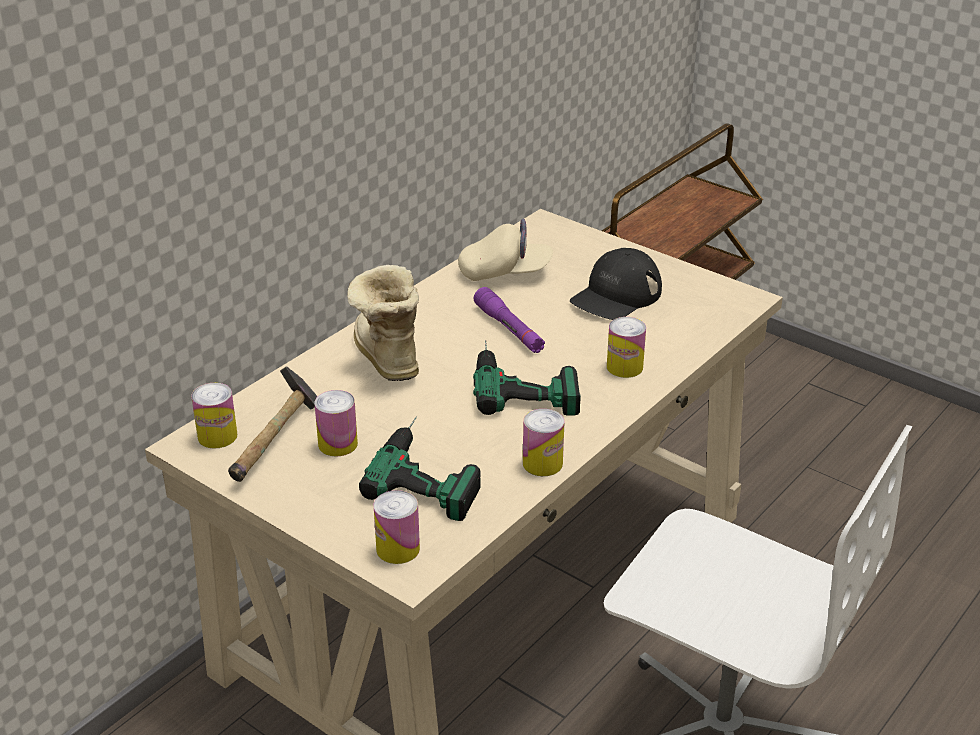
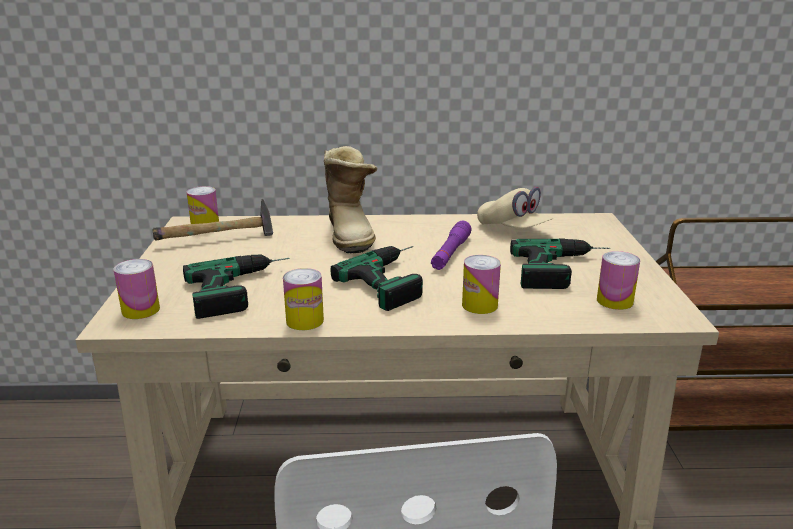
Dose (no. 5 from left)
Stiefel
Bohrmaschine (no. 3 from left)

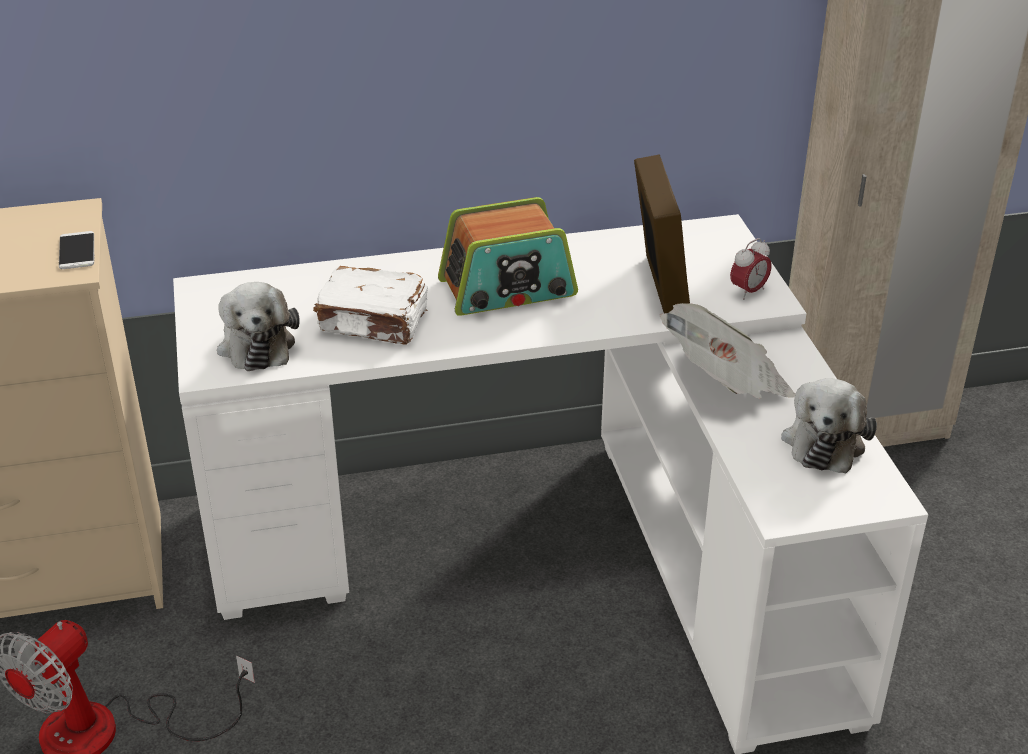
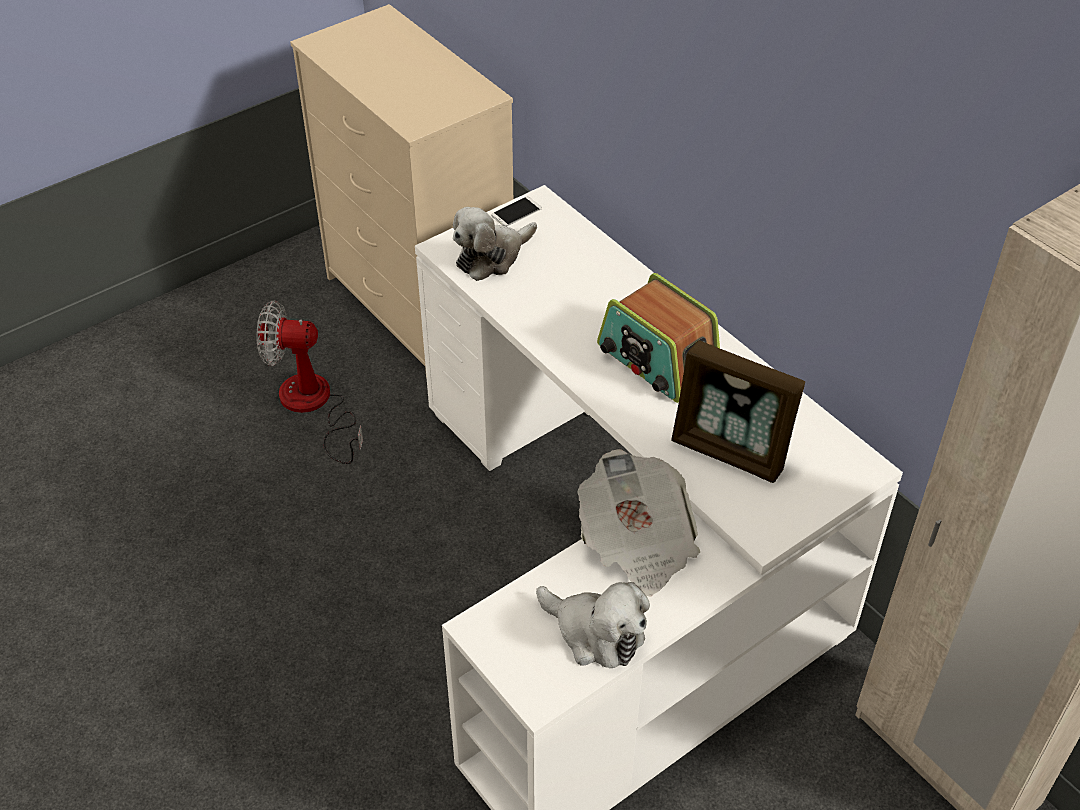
Handy
Buch/weiß
Bilderrahmen
Wecker
Plüschtier (no. 2 from left)

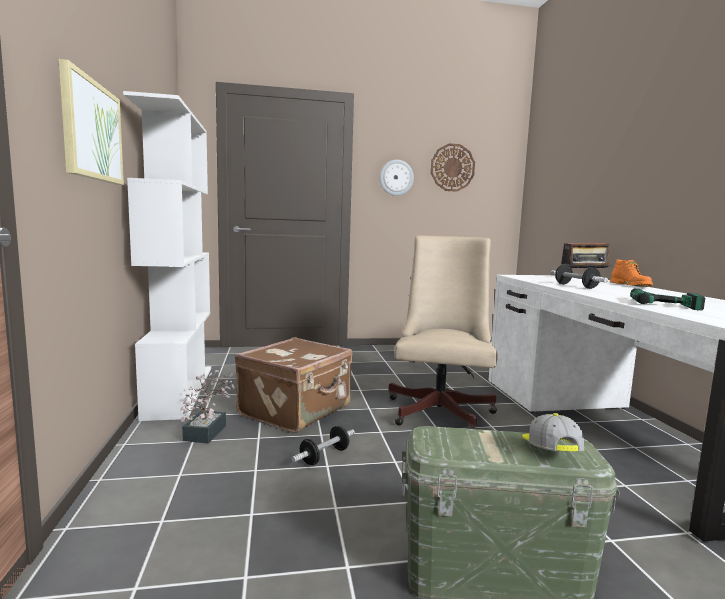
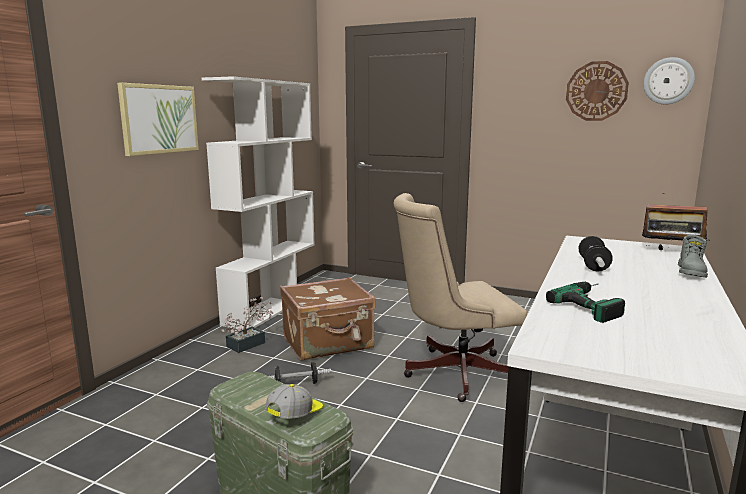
Wanduhr (no. 2 from left)
Bürostuhl/beige
Stiefel/grau

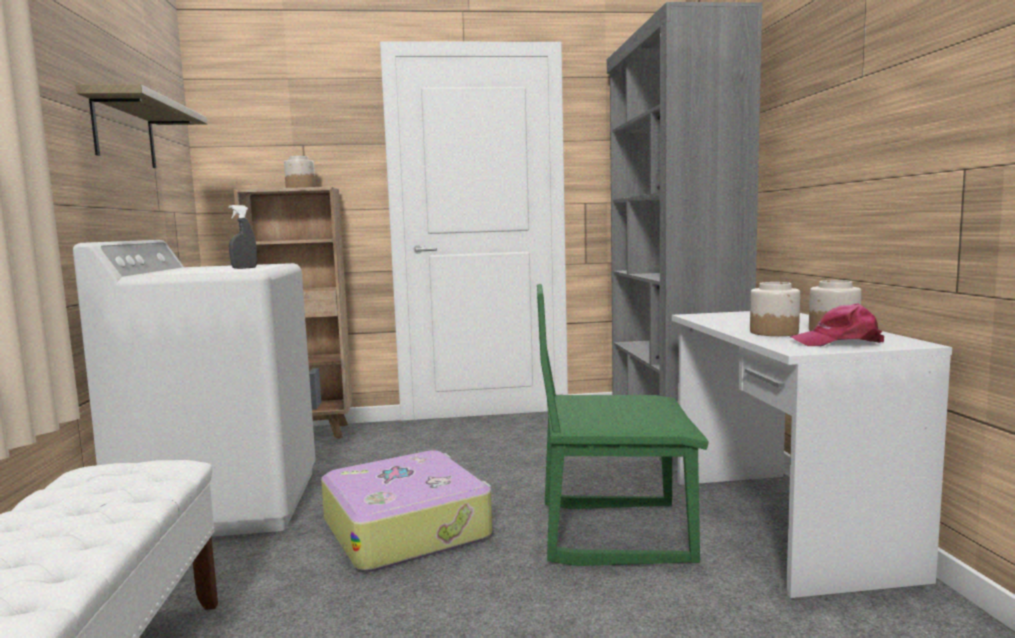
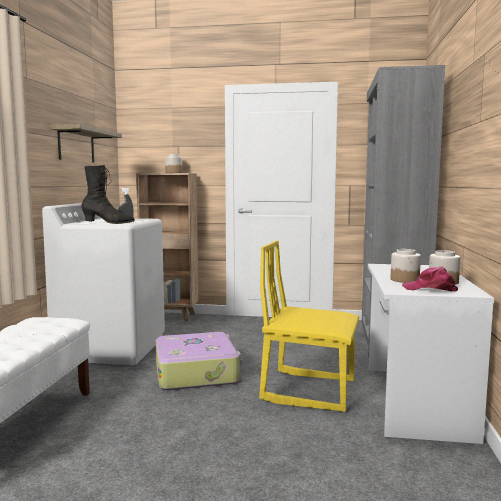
Stuhl/gelb
Stiefel/schwarz

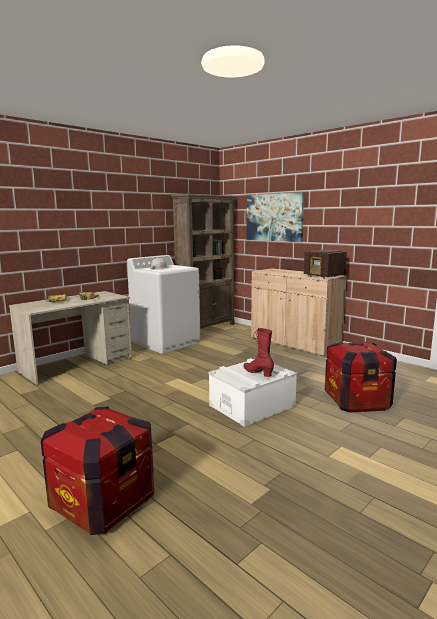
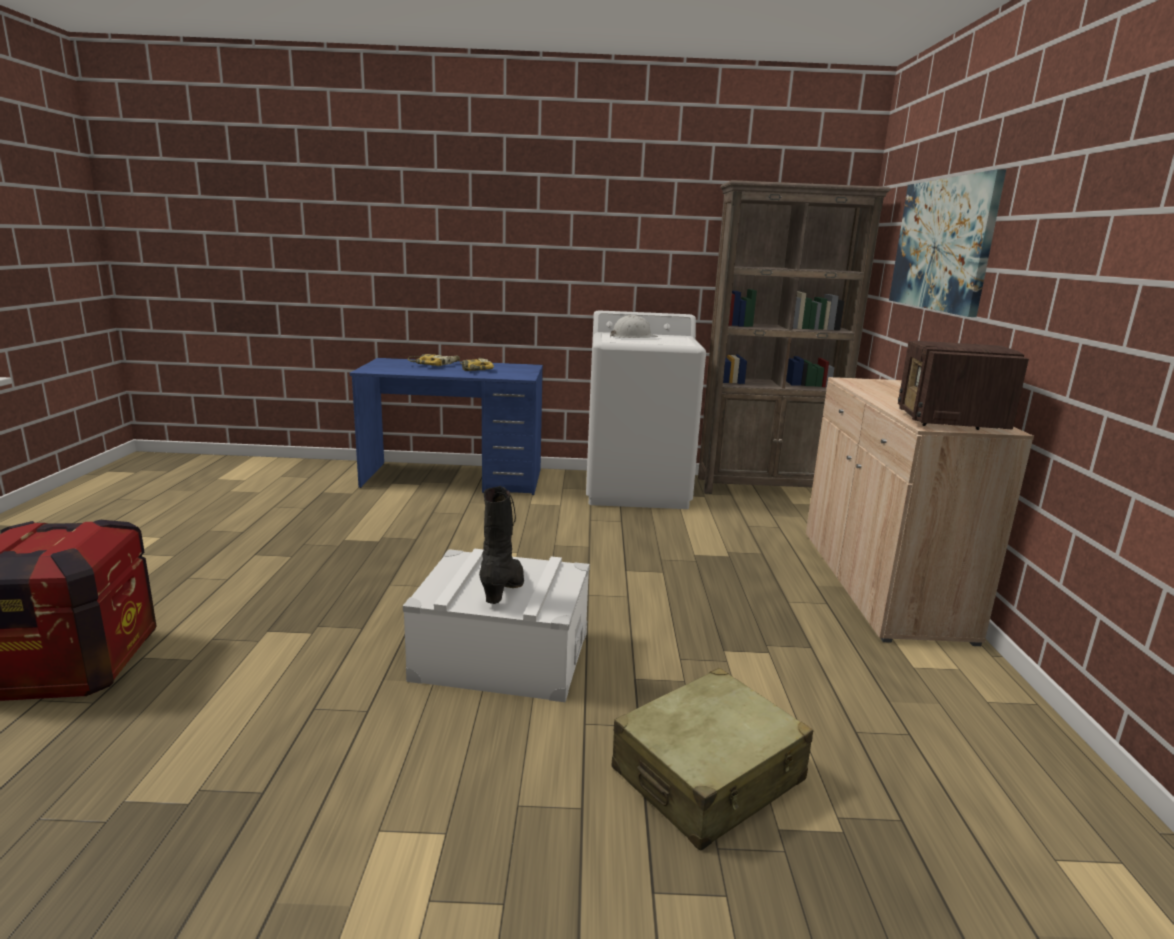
Schreibtisch/blau
Stiefel/schwarz
Koffer/beige

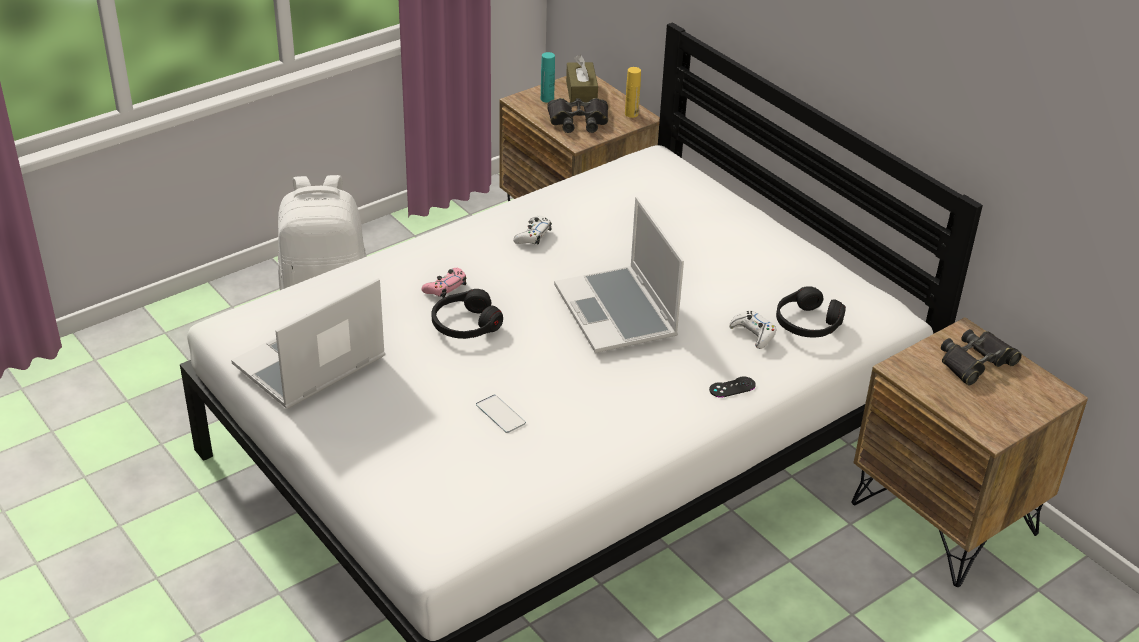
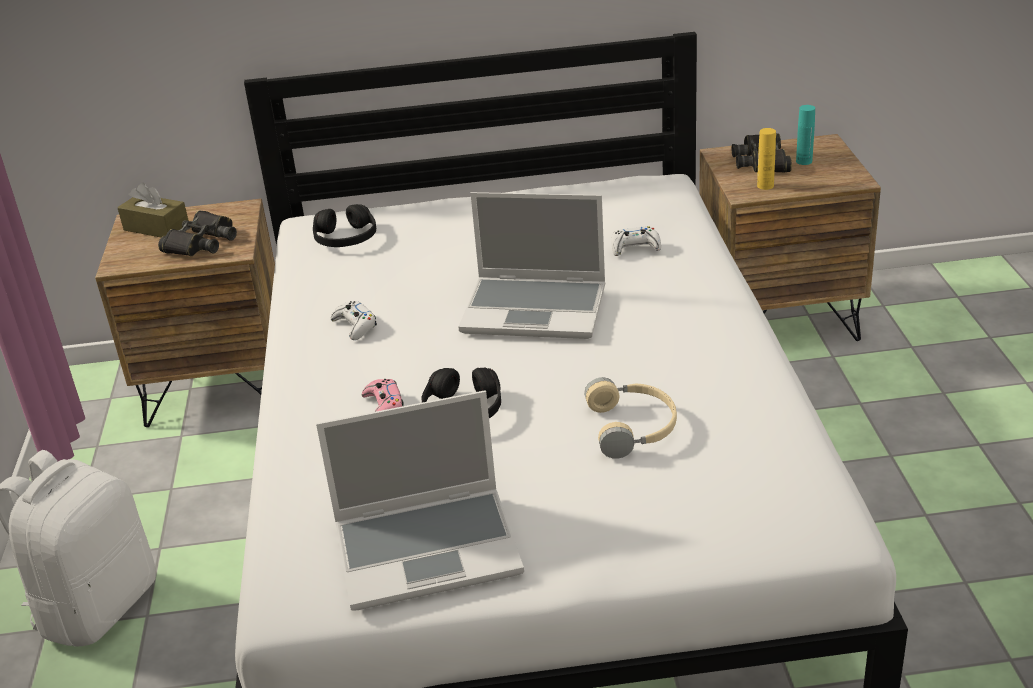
Laptop (no. 1 from left)
Kopfhörer/beige
Flasche/türkis
Flasche/gelb
Gamepad/schwarz
Kopfhörer/schwarz (no. 1 from left)

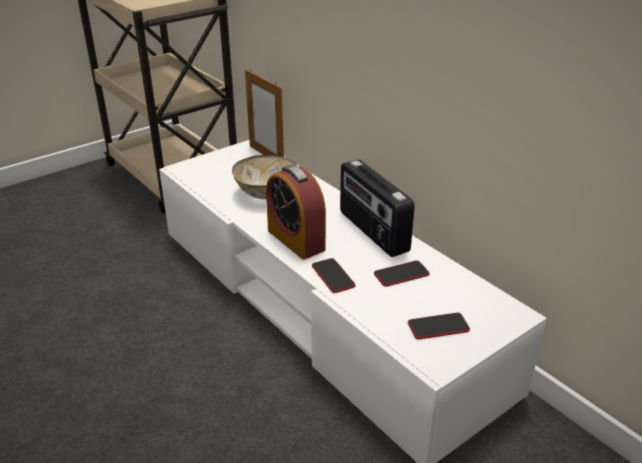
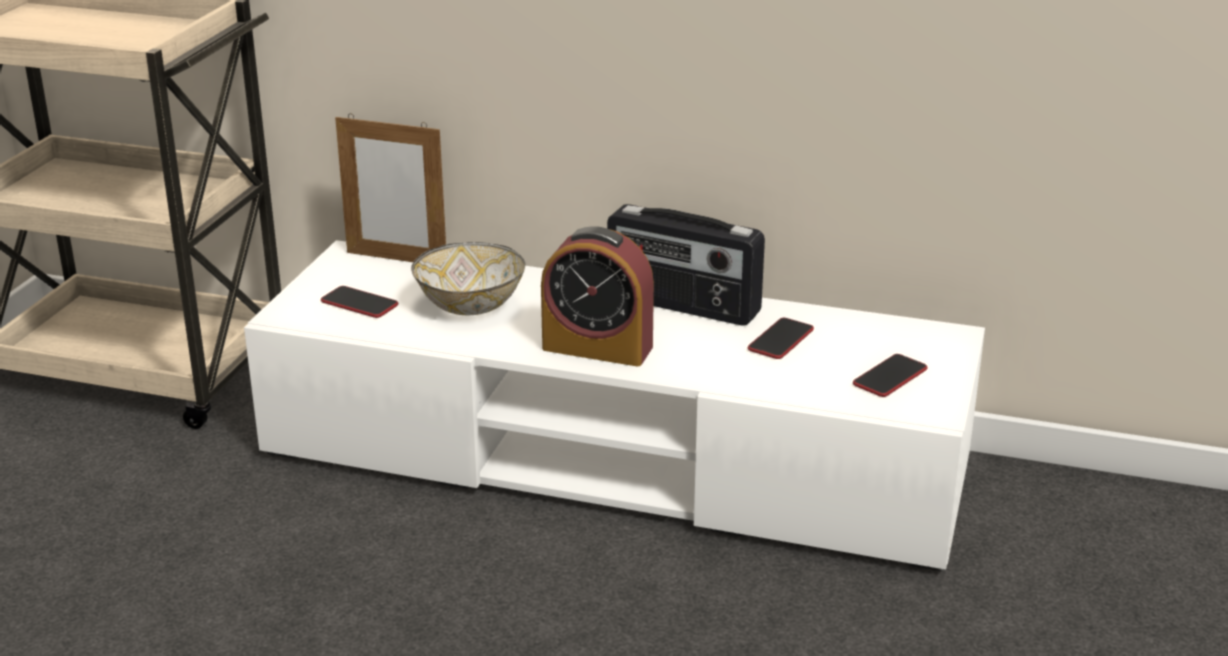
Handy (no. 1 from left)

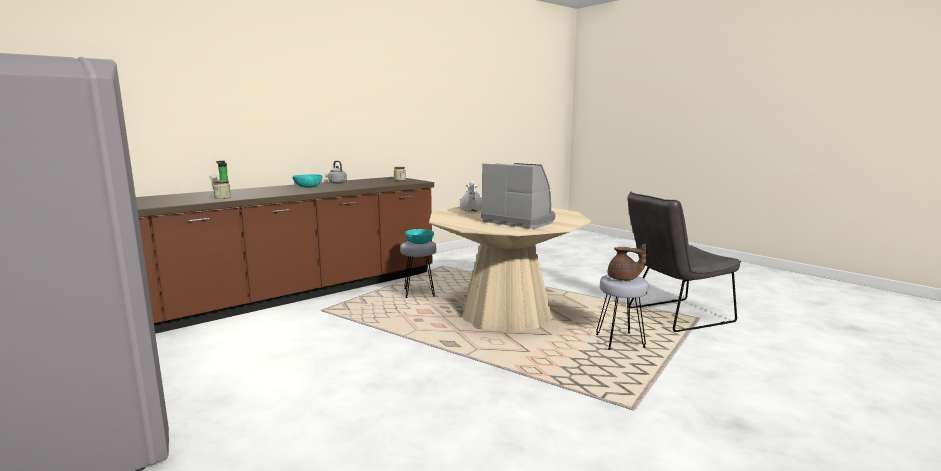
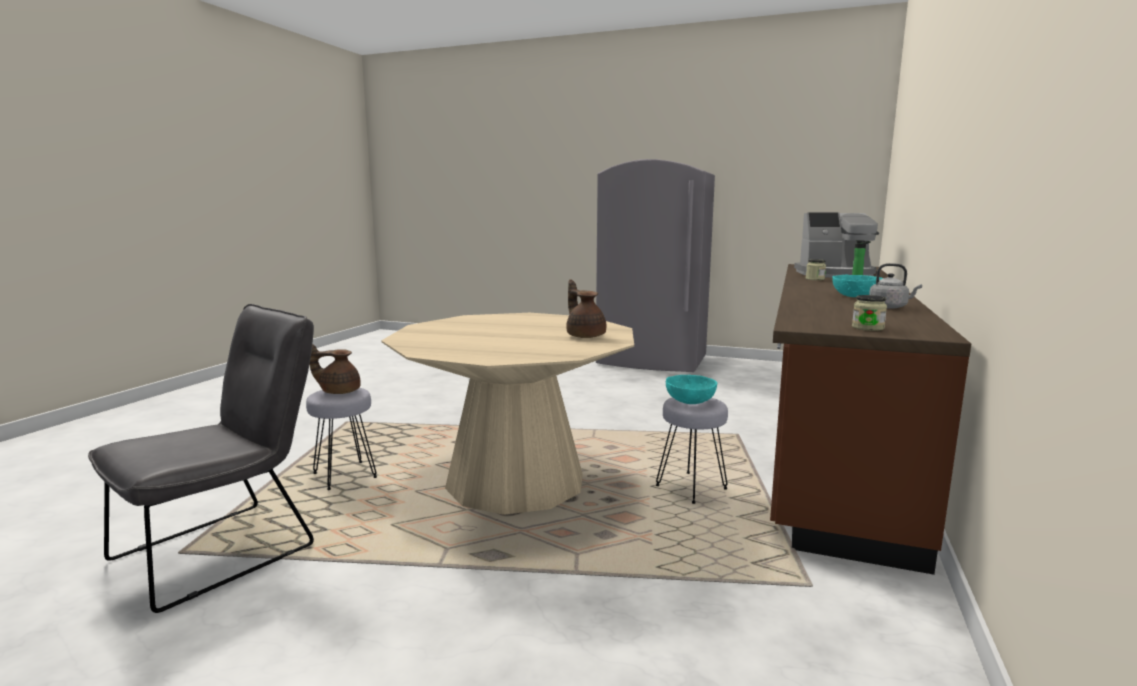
Teekanne/braun (no. 2 from left)
Kaffeemaschine

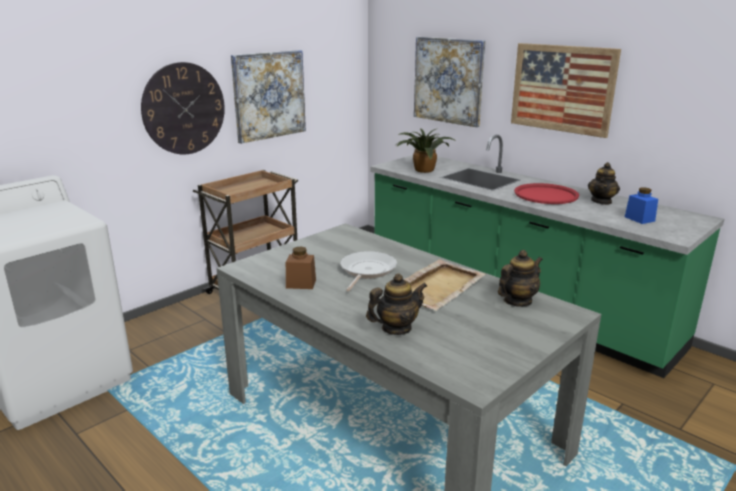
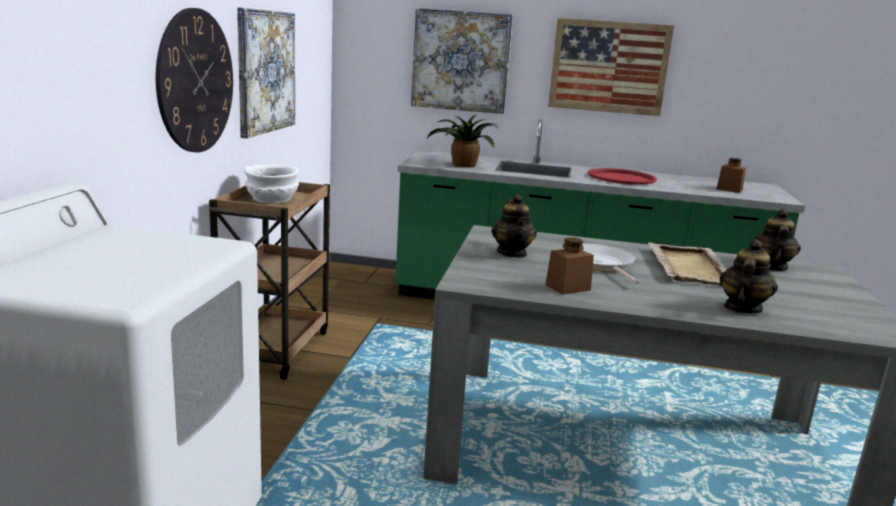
Teekanne (no. 1 from left)
Vorratsglas/braun (no. 2 from left)
Schüssel/weiß

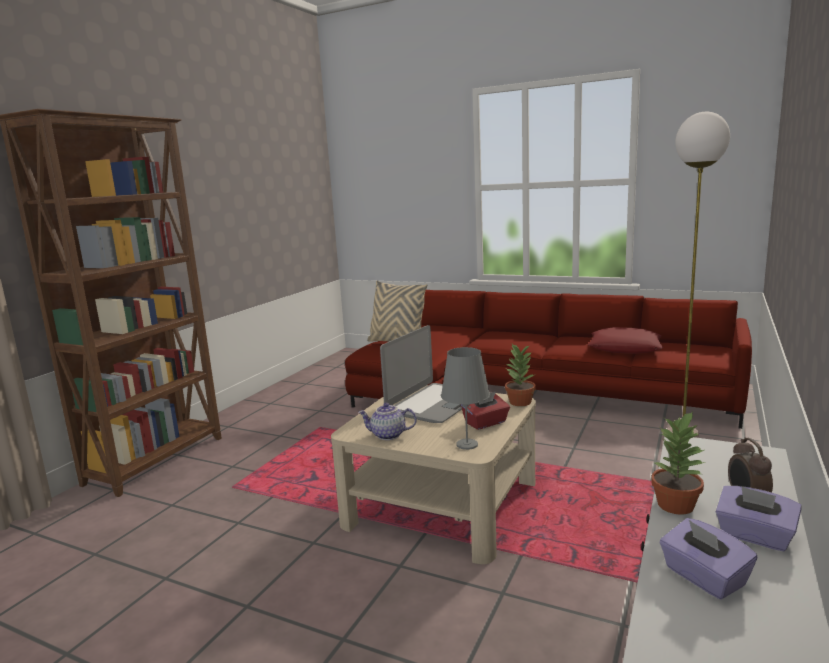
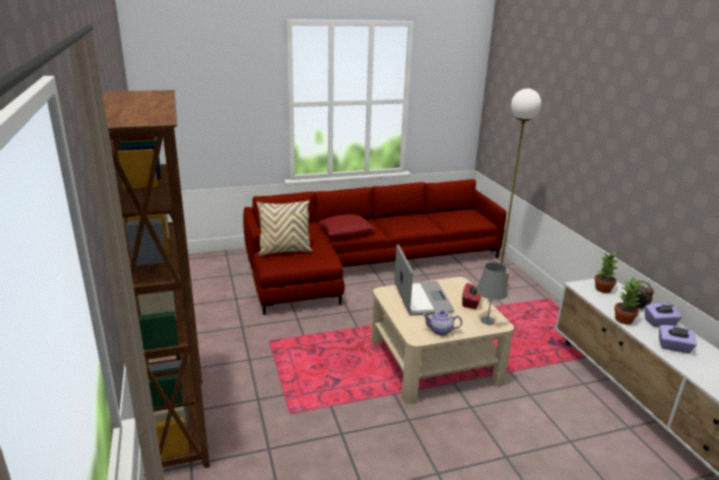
Teekanne
Topfpflanze (no. 1 from left)
Kissen/rot

